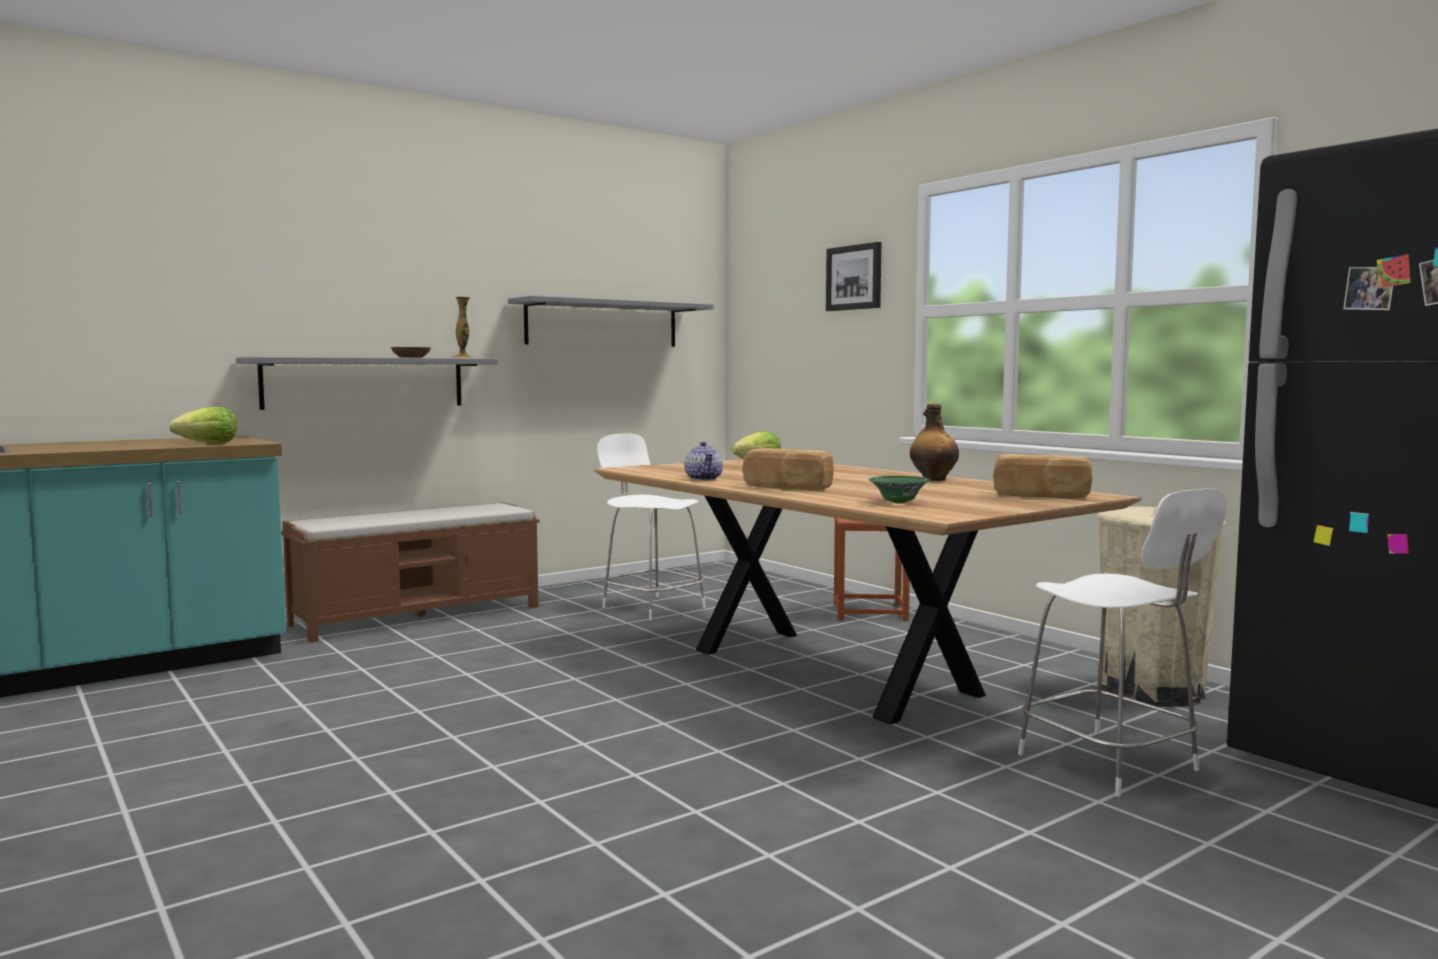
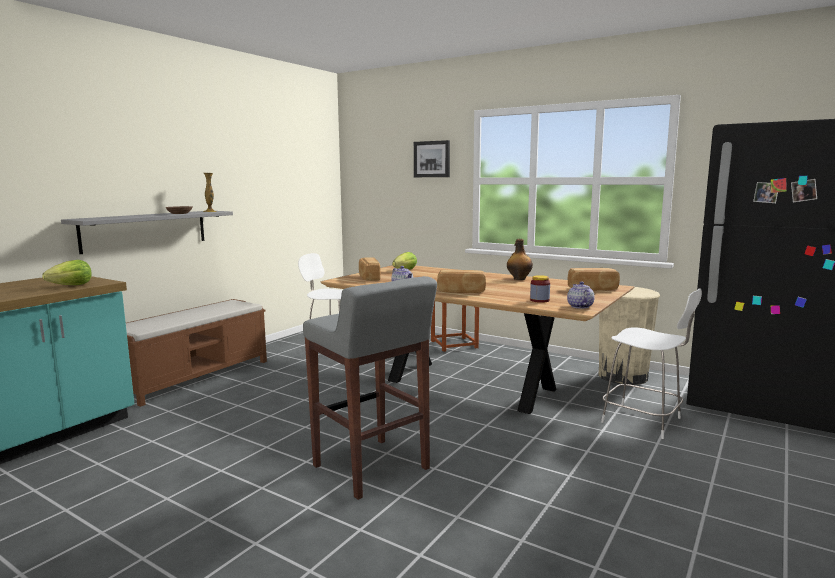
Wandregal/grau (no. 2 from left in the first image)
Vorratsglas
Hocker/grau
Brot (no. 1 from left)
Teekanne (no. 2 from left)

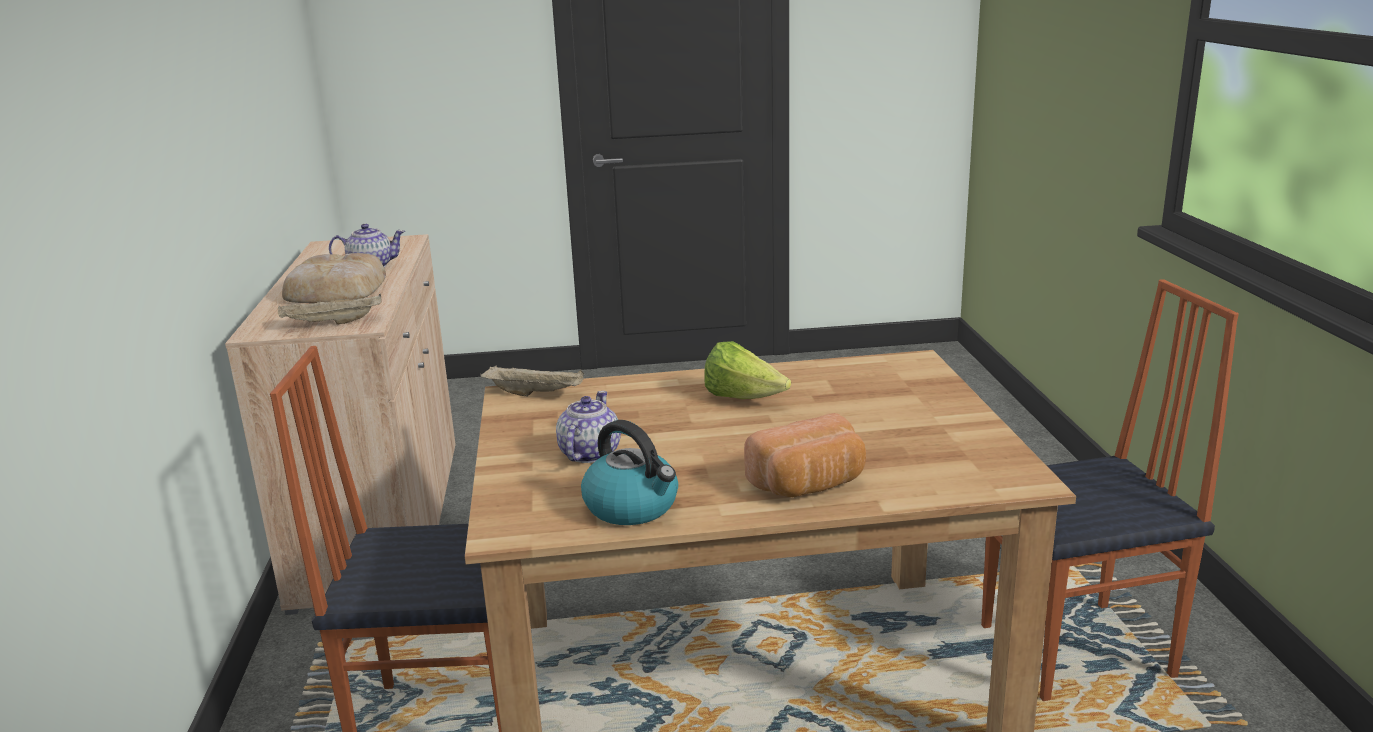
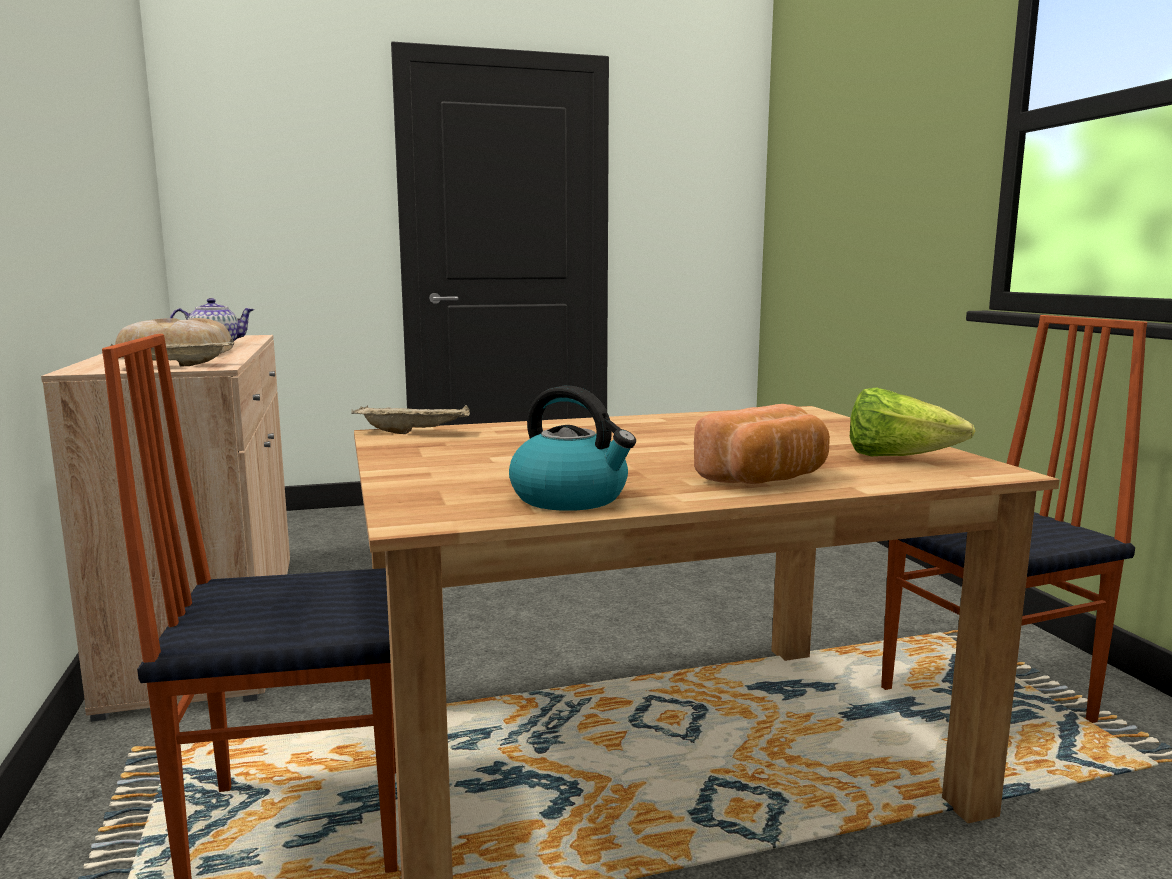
Teekanne (no. 2 from left in the first image)
Salatkopf

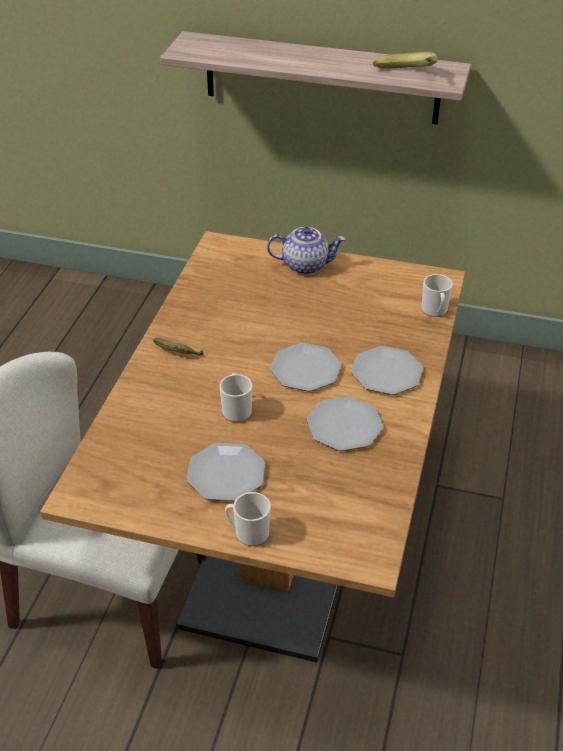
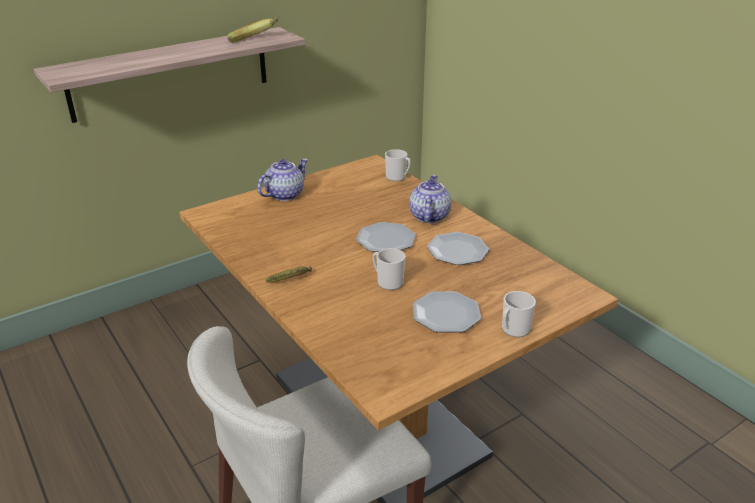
Teekanne (no. 2 from left)

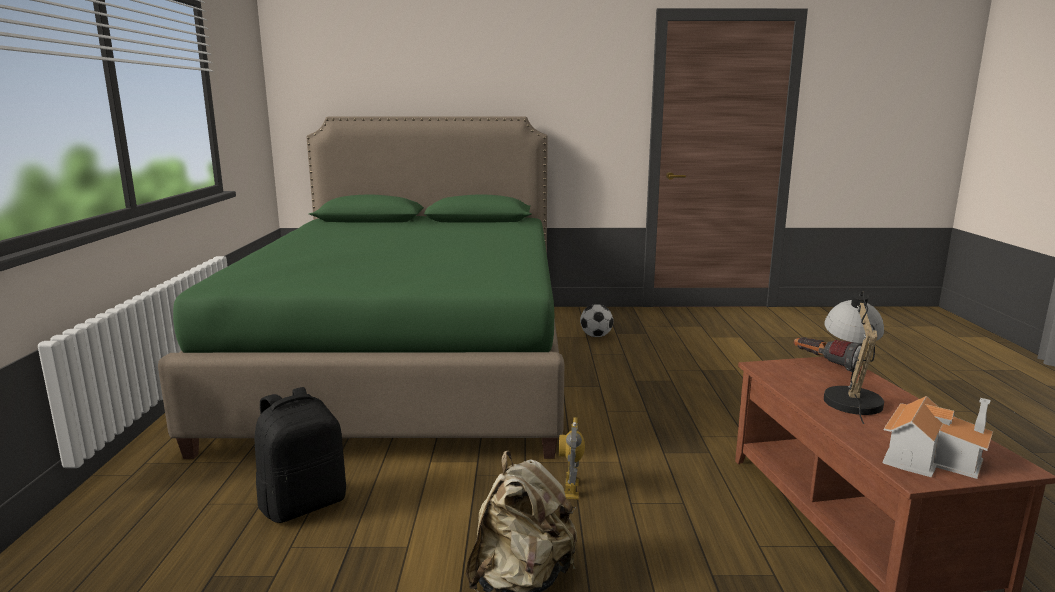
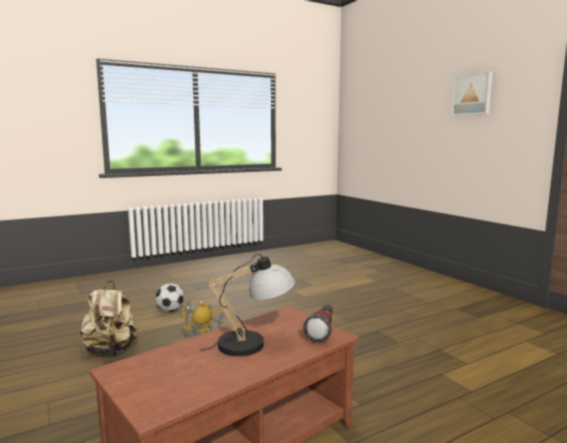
Bett/grün
Rucksack/schwarz
Fußball
Spielzeughaus
Bild

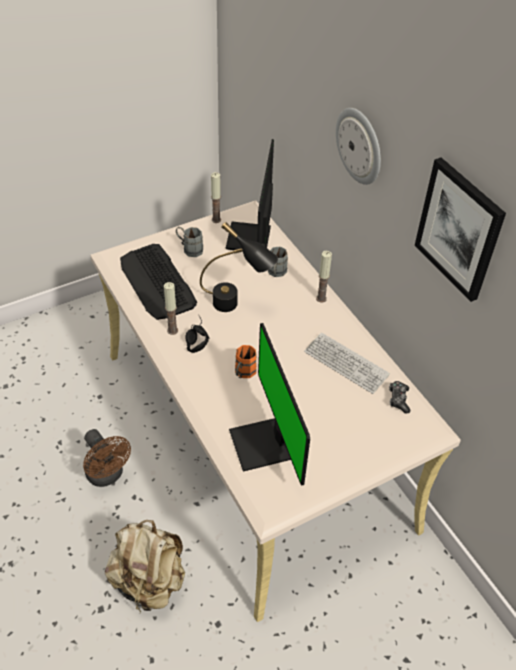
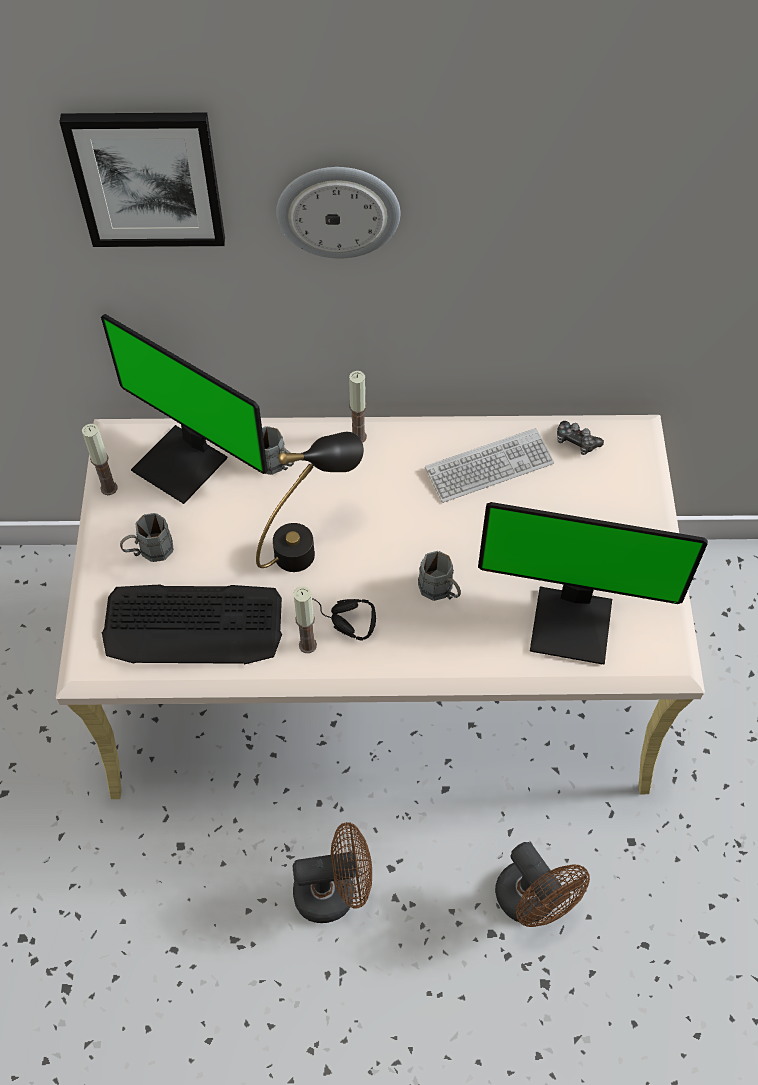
Ventilator/braun (no. 2 from left)
Henkelbecher/grau (no. 3 from left)
Bild

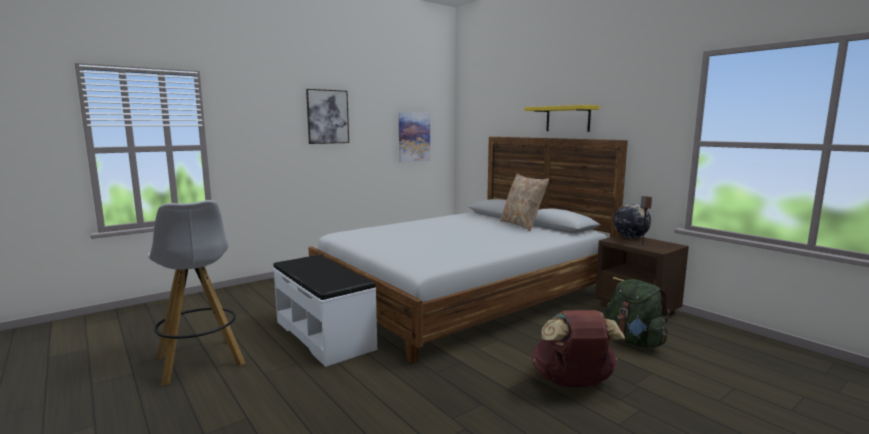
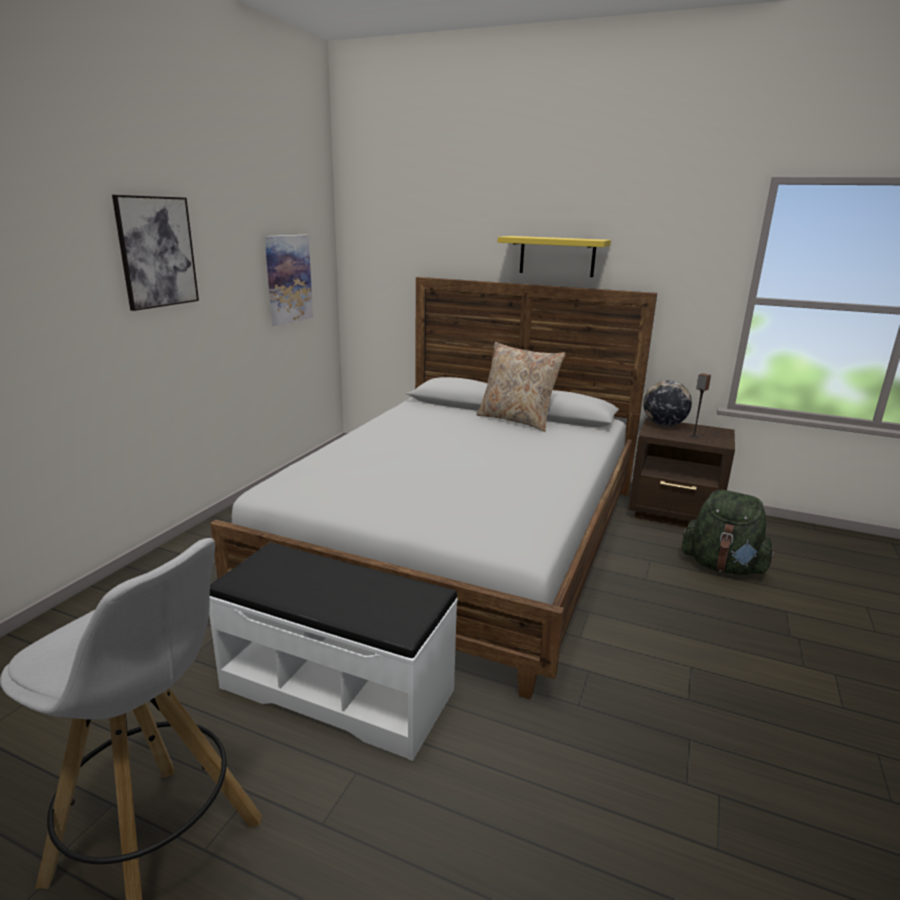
Rucksack/braun

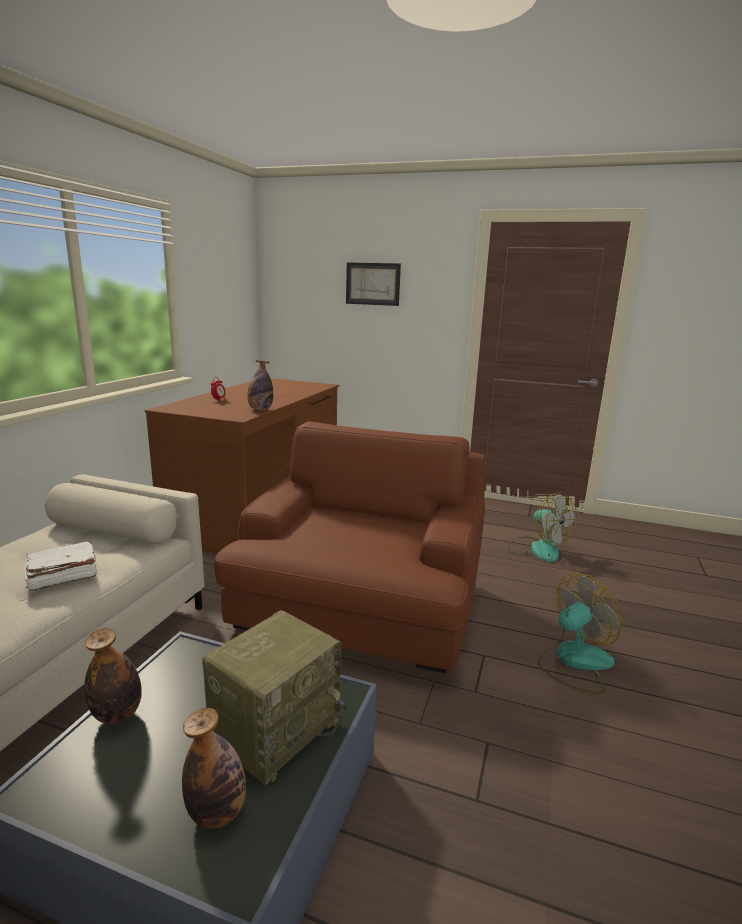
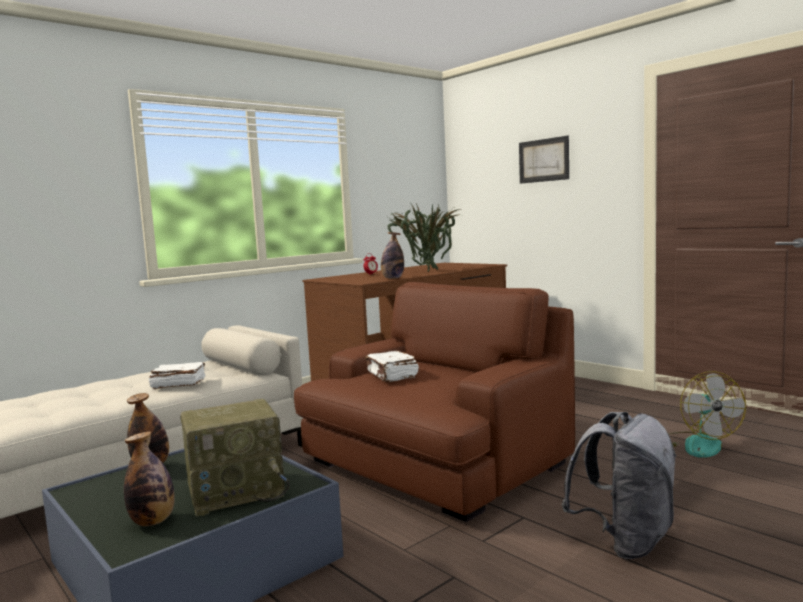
Rucksack/grau
Buch/weiß (no. 2 from left)
Topfpflanze

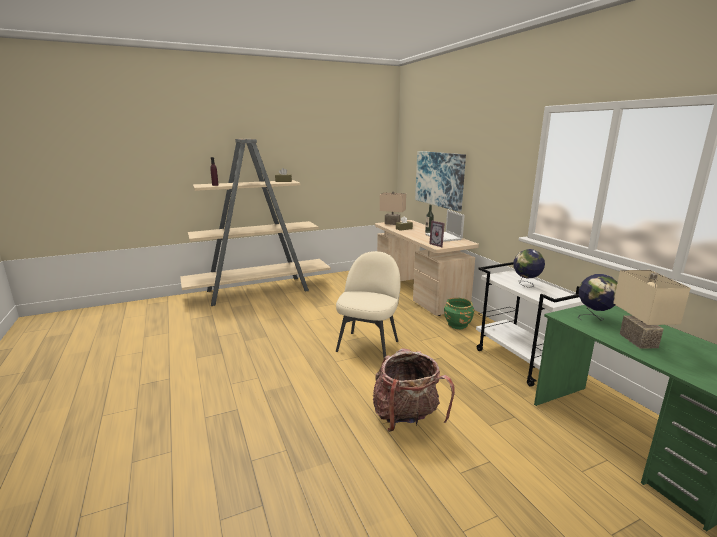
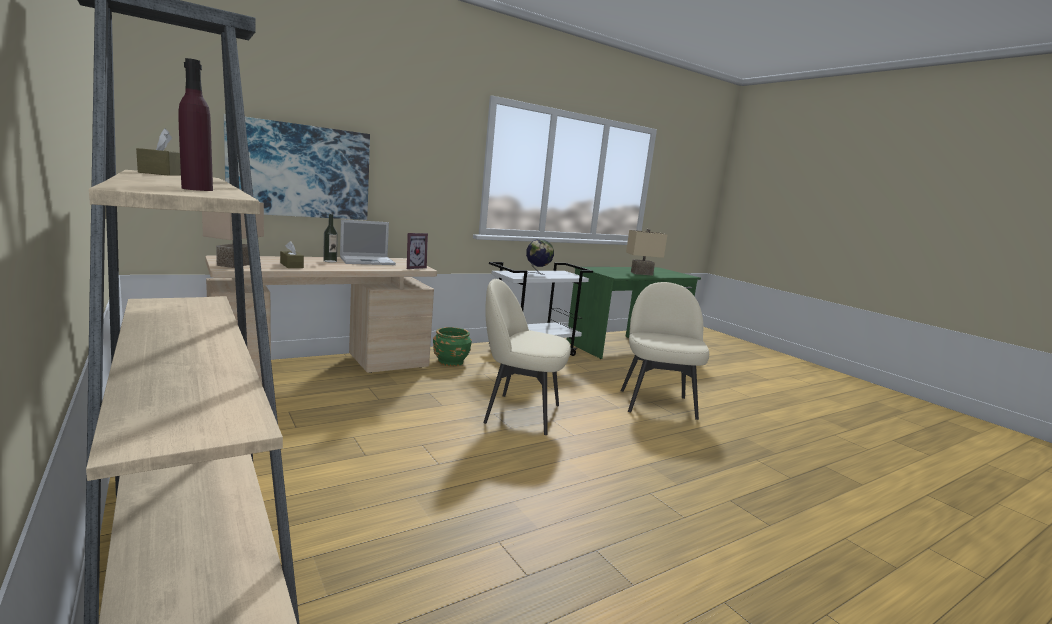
Stuhl/beige (no. 2 from left)
Globus (no. 2 from left in the first image)

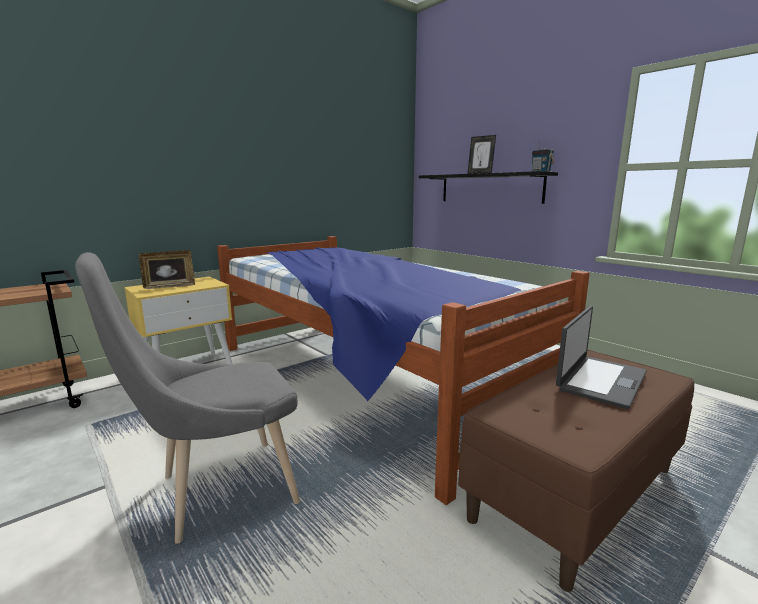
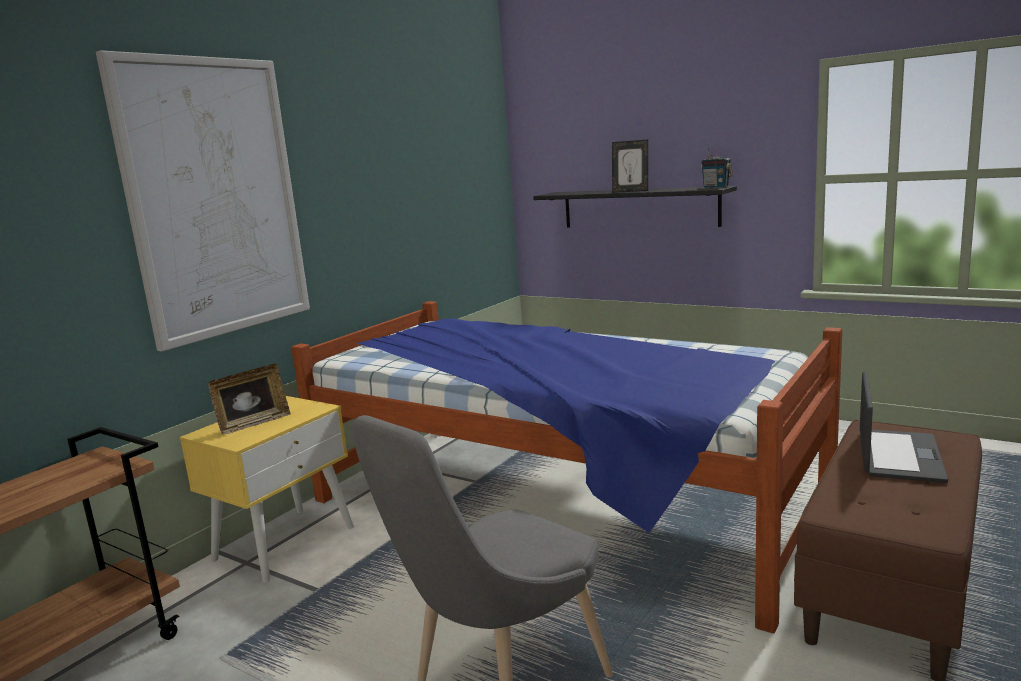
Bild

